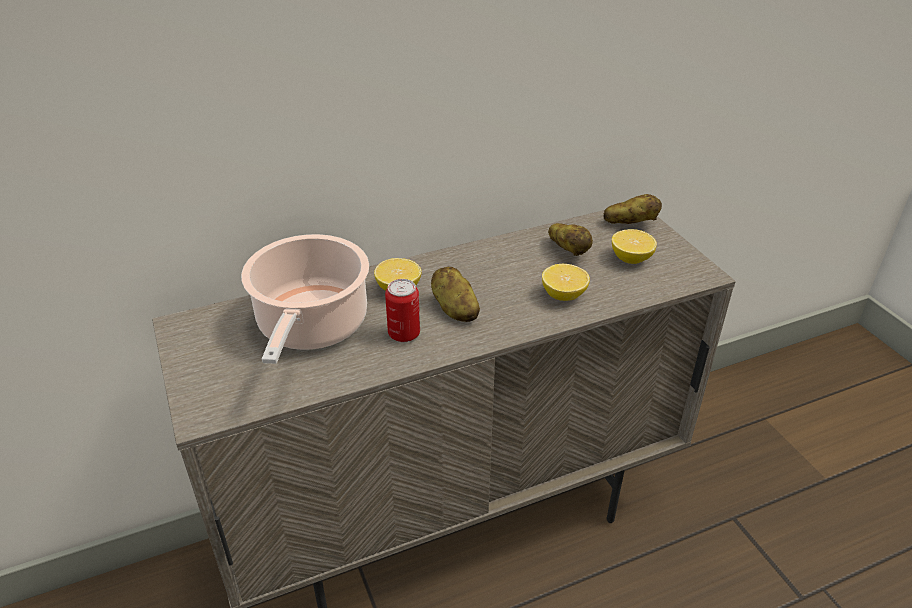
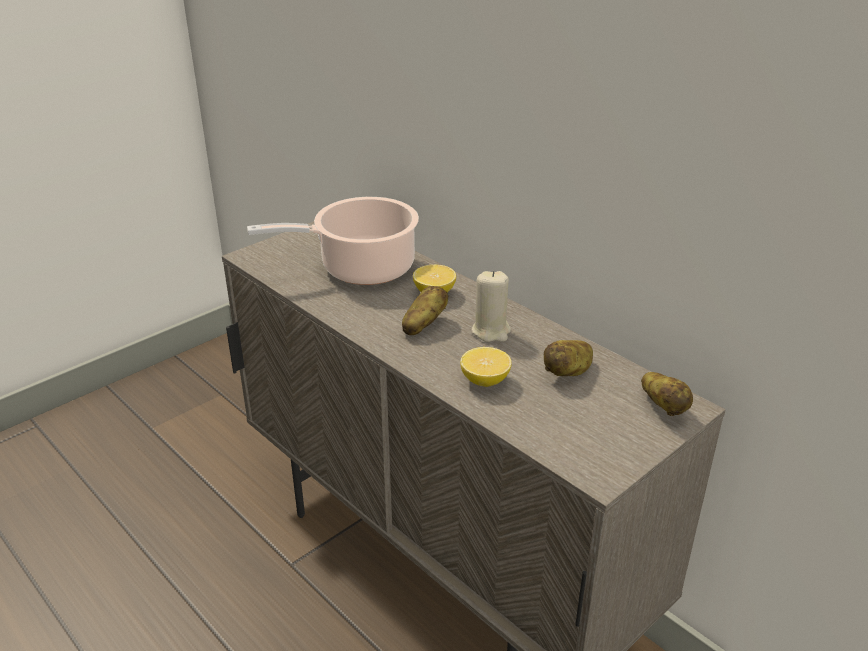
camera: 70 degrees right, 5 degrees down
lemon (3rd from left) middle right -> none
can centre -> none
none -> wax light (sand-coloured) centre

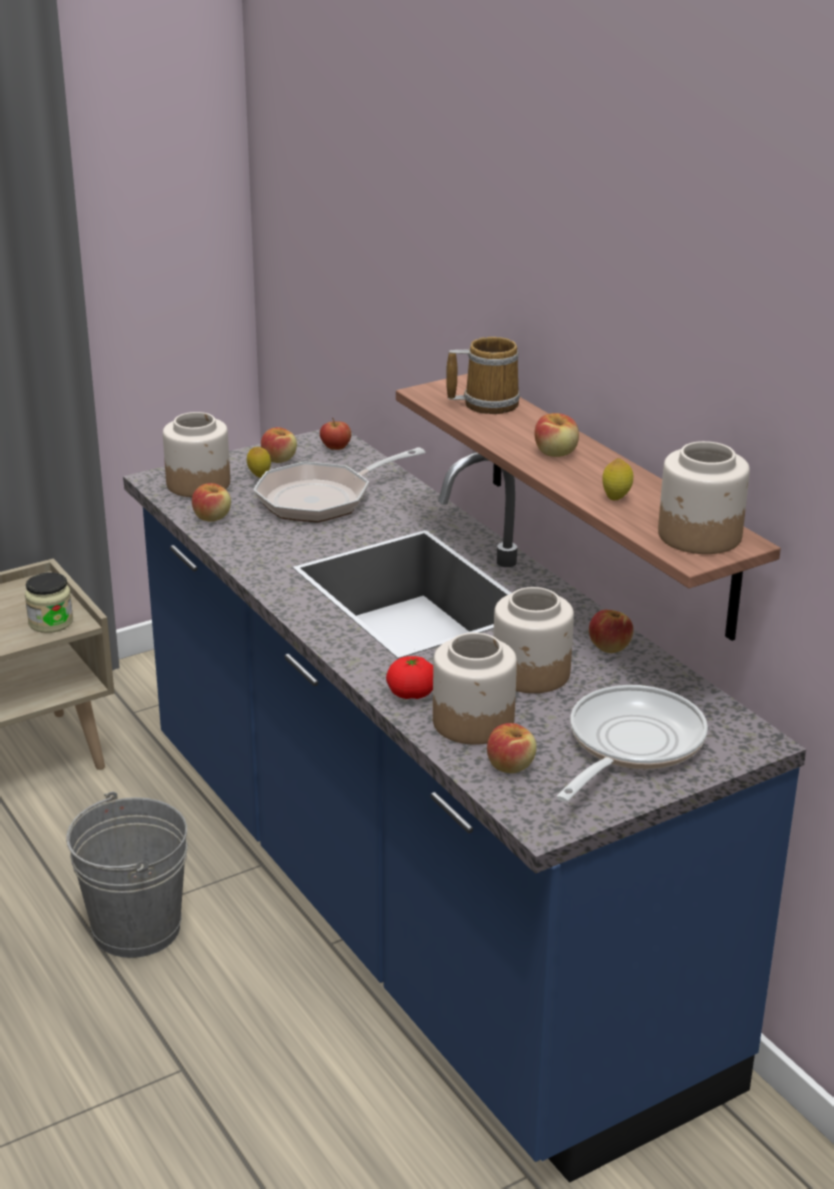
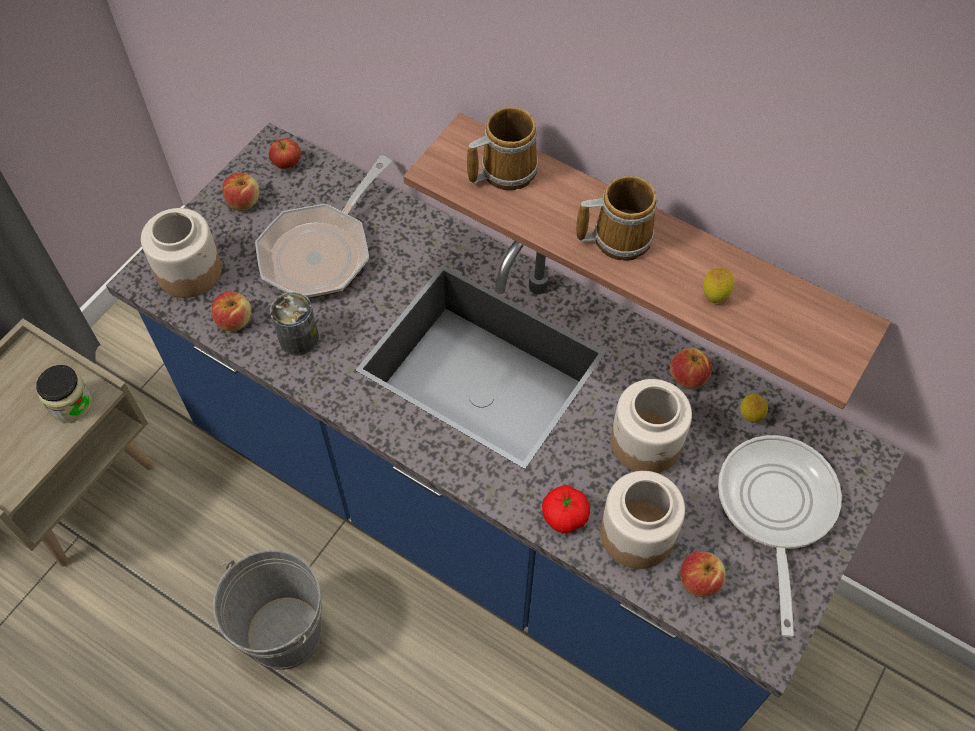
camera: 25 degrees left, 30 degrees up
whole apple (5th from left) middle right -> coffee mug (2nd from left) top centre
jar (5th from left) middle right -> none
lemon (1st from left in the first image) middle left -> lemon (2nd from left) middle right, move
none -> can middle left

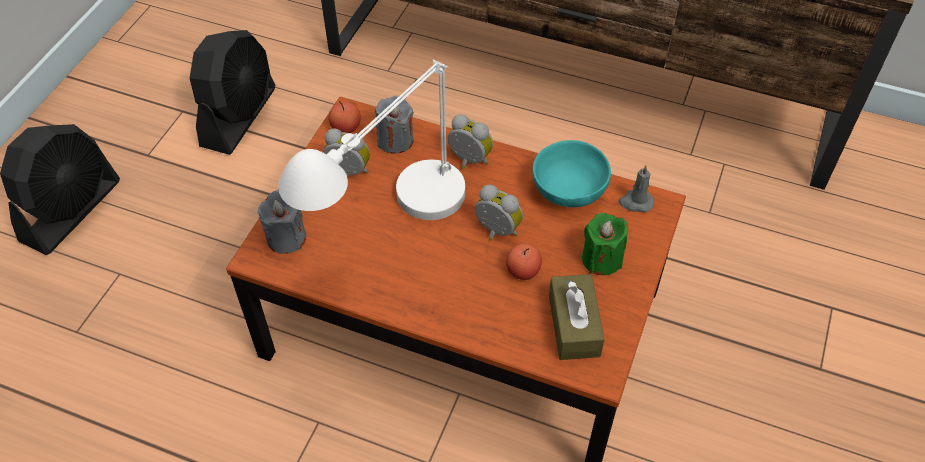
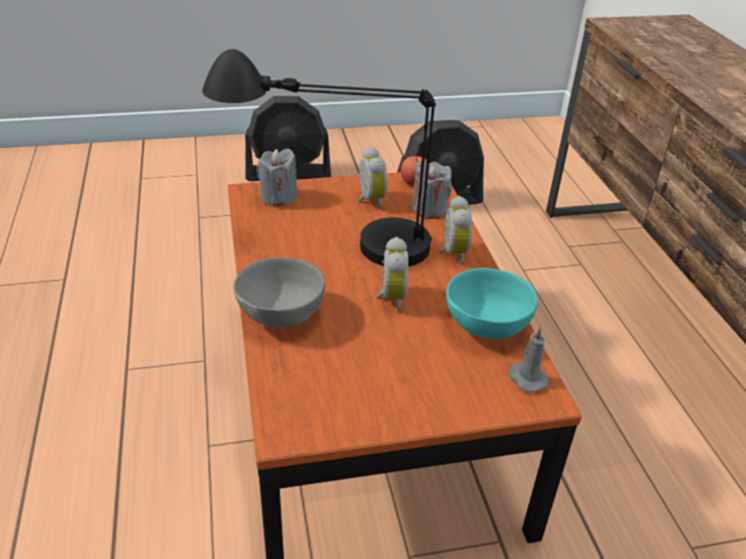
camera: 55 degrees right, 15 degrees down
table lamp (white) top centre -> table lamp (blackish) top centre
wax light (green) centre -> none
whole apple (2nd from left) centre -> none
tissue holder (brownish) bottom centre -> none
none -> bowl (gray) centre

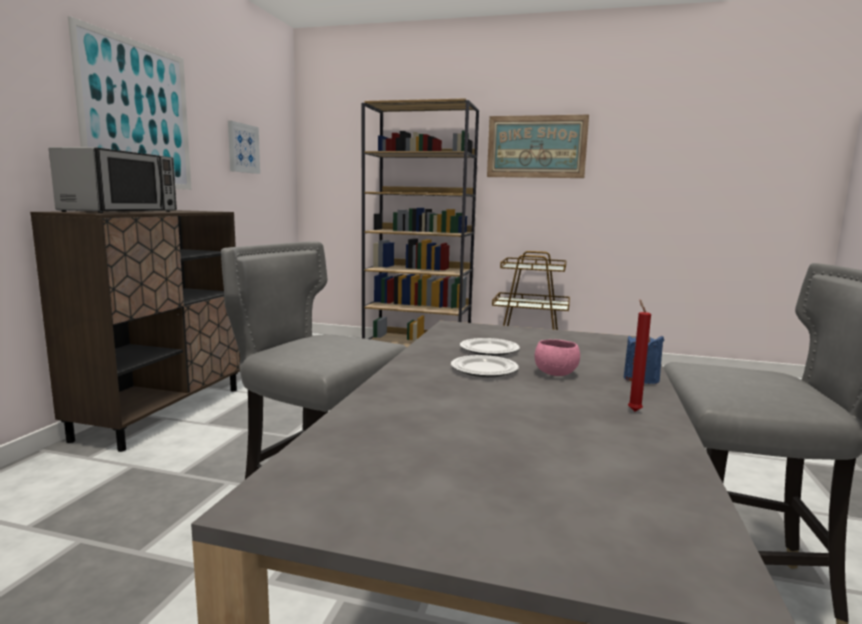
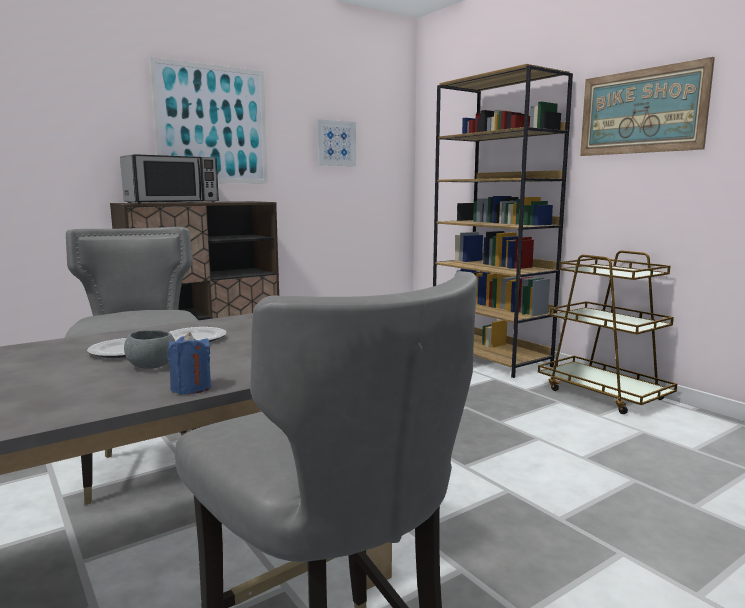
camera: 40 degrees right, 0 degrees up
wax light (reddish) middle right -> none
bowl (pink-coloured) centre -> bowl (gray) middle left

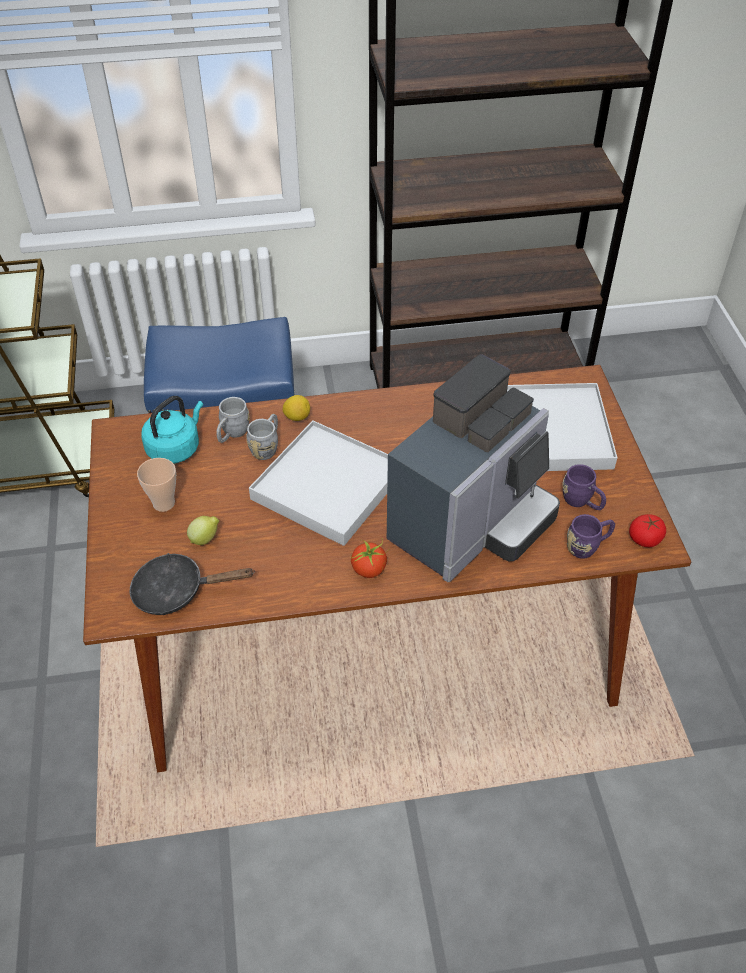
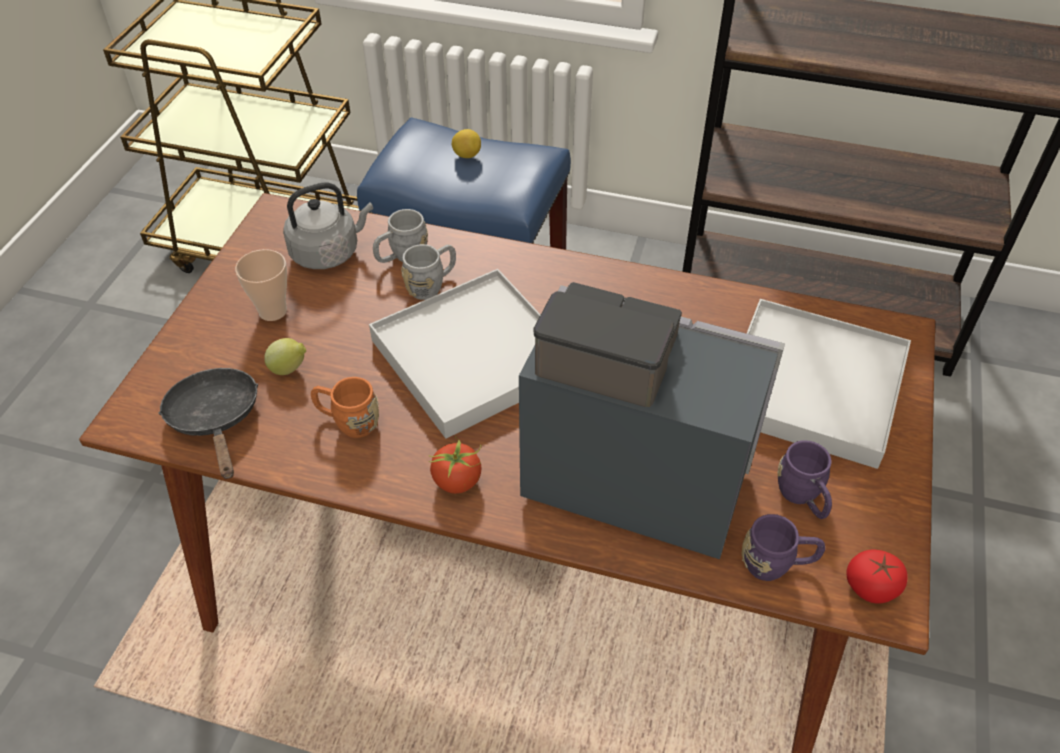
camera: 25 degrees right, 0 degrees up
coffee machine centre, 135 degrees counterclockwise
lemon (2nd from left) centre -> lemon (2nd from left) top centre, move
kettle (turquoise) middle left -> kettle (gray) top left
frying pan (blackish) middle left, 45 degrees clockwise
none -> coffee mug (orange-coloured) middle left

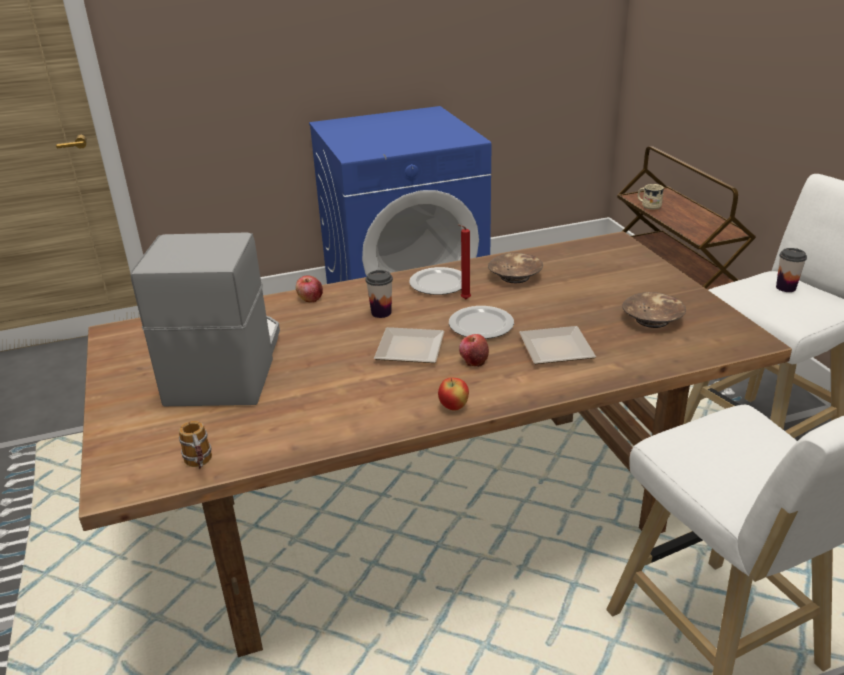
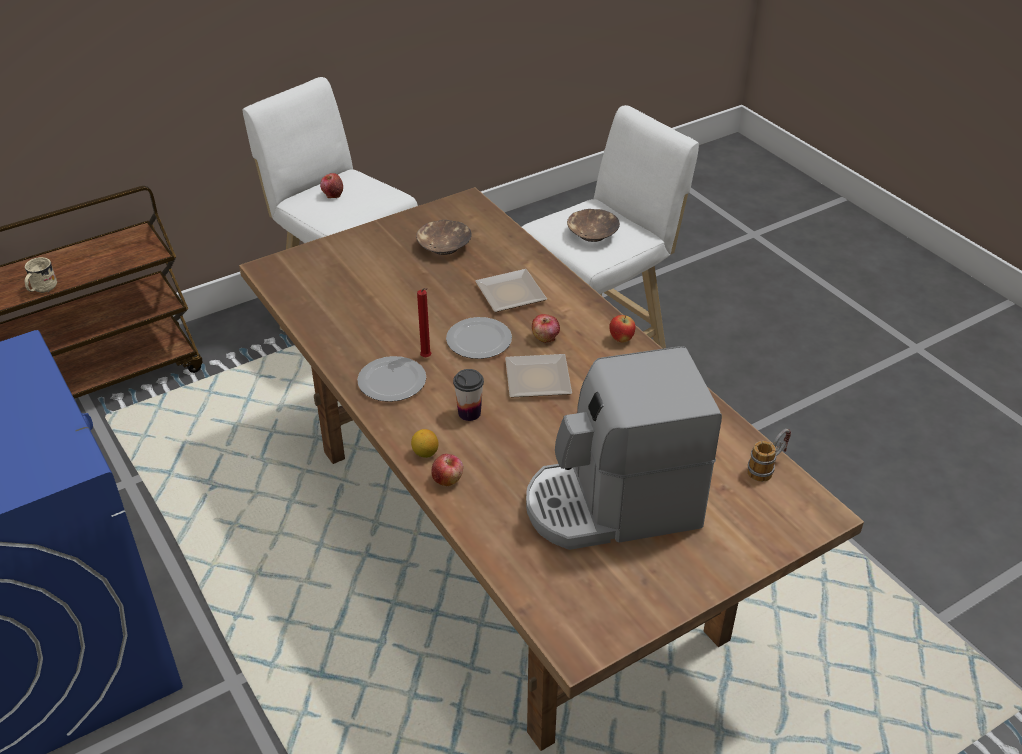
camera: 105 degrees left, 10 degrees up
cup (2nd from left) middle right -> whole apple (1st from left) top left
bowl (brownish) (1st from left in the first image) centre -> bowl (brownish) (2nd from left) top centre, move
none -> lemon centre

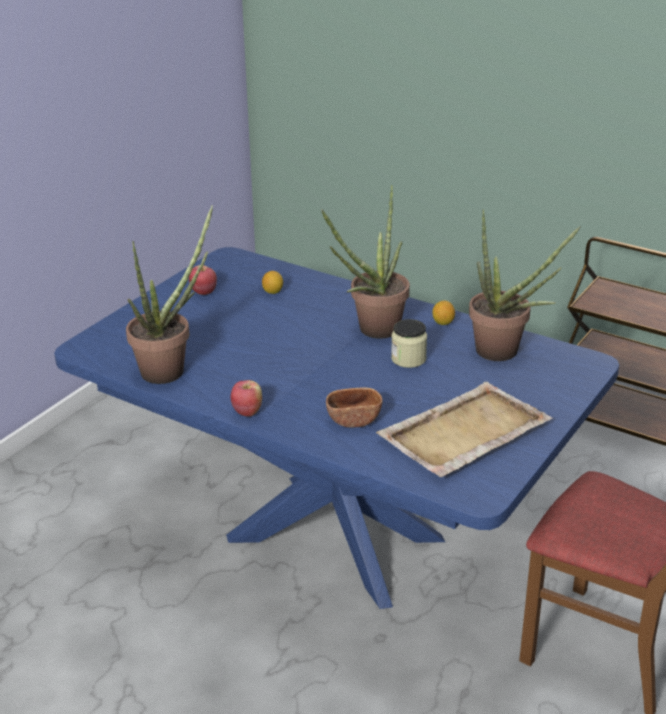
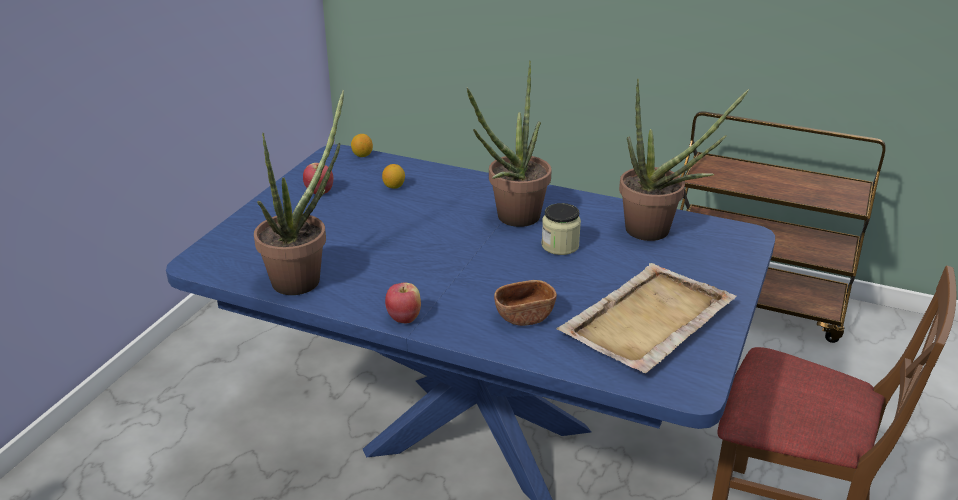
camera: 10 degrees left, 0 degrees up
lemon (2nd from left in the first image) centre -> lemon (1st from left) top centre, move

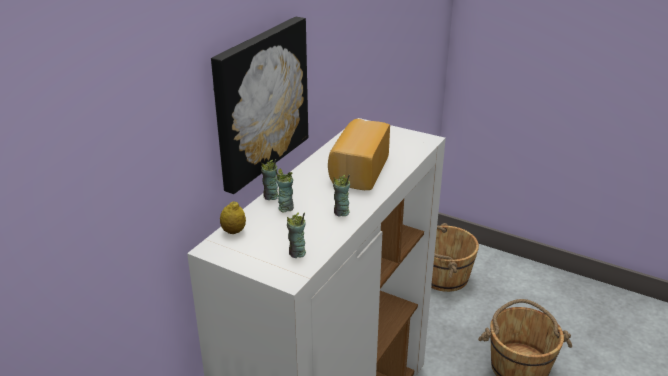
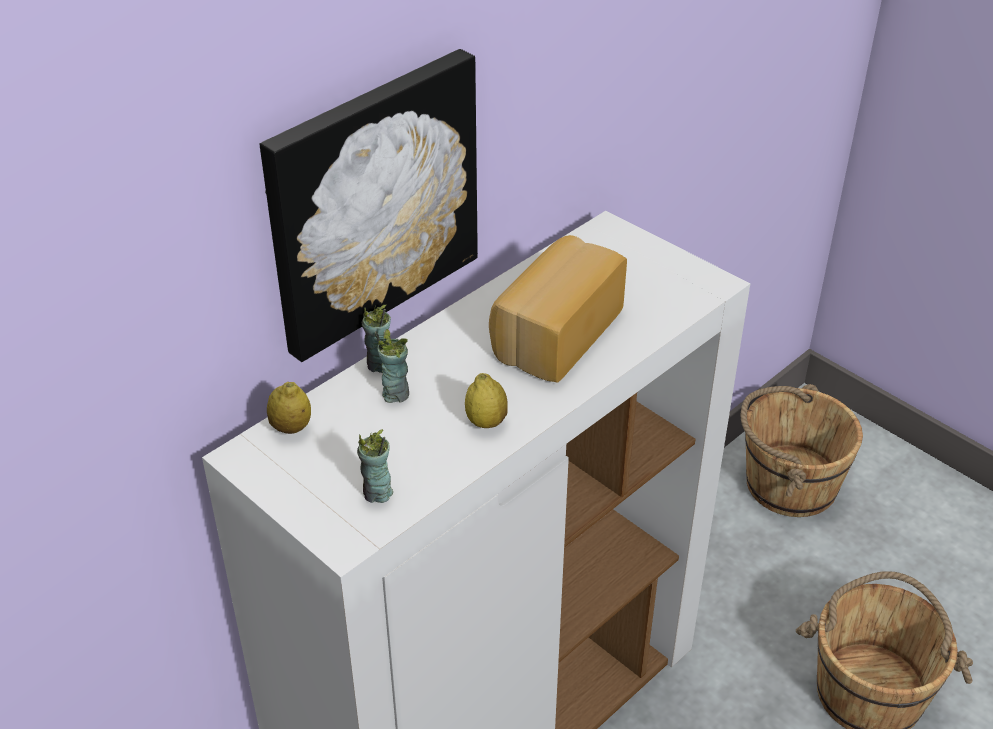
camera: 15 degrees right, 10 degrees up
cup (4th from left) centre -> lemon (2nd from left) centre

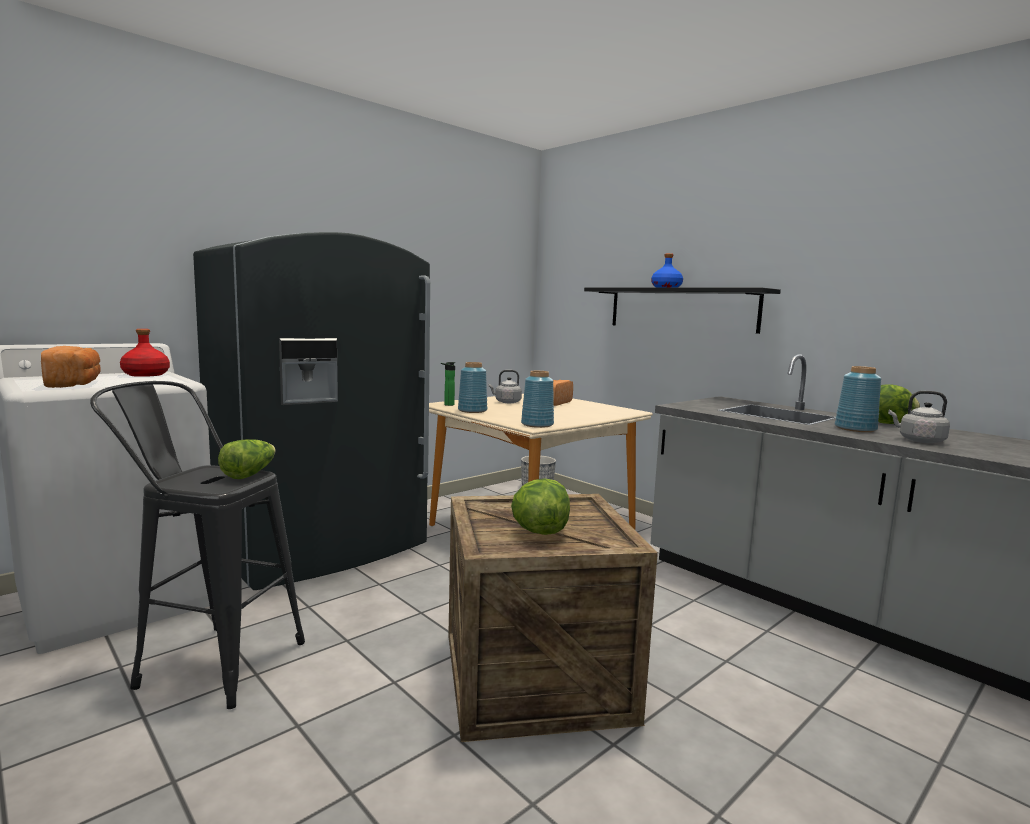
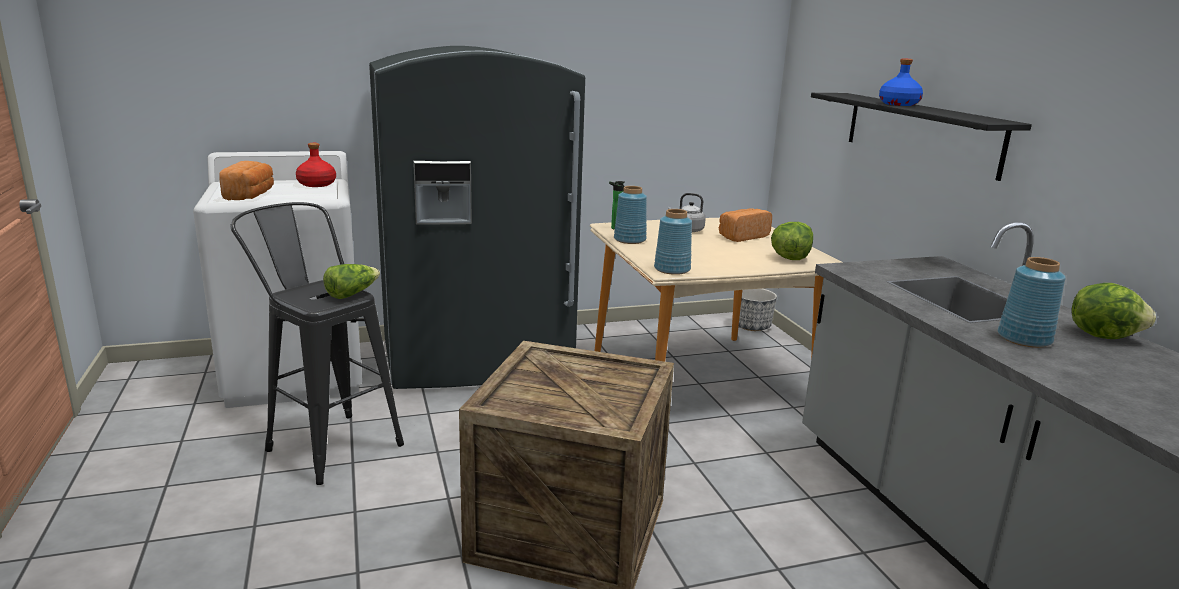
camera: 25 degrees right, 10 degrees up
kettle (gray) (2nd from left) middle right -> none
lettuce head (2nd from left) centre -> lettuce head (2nd from left) middle right, move

